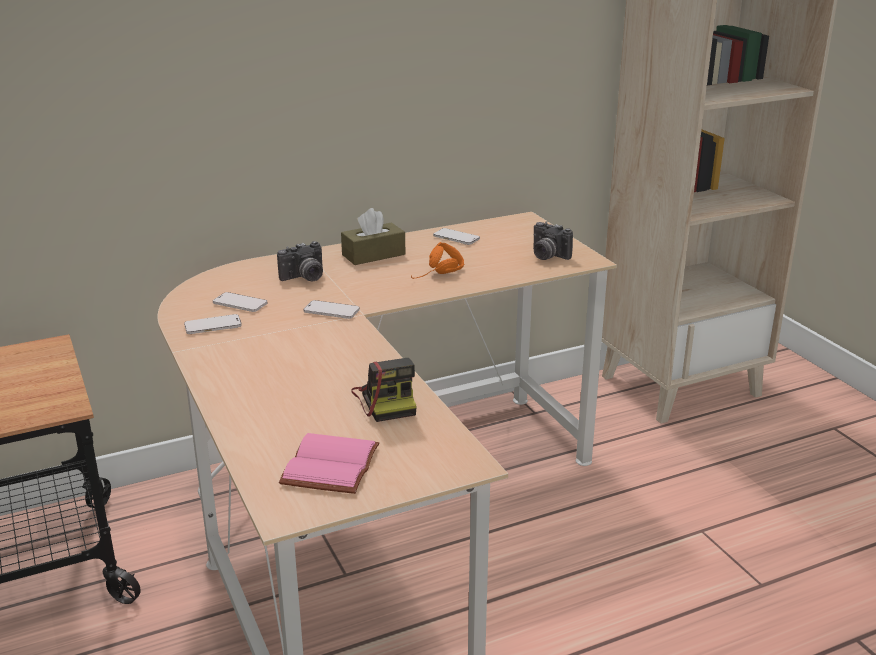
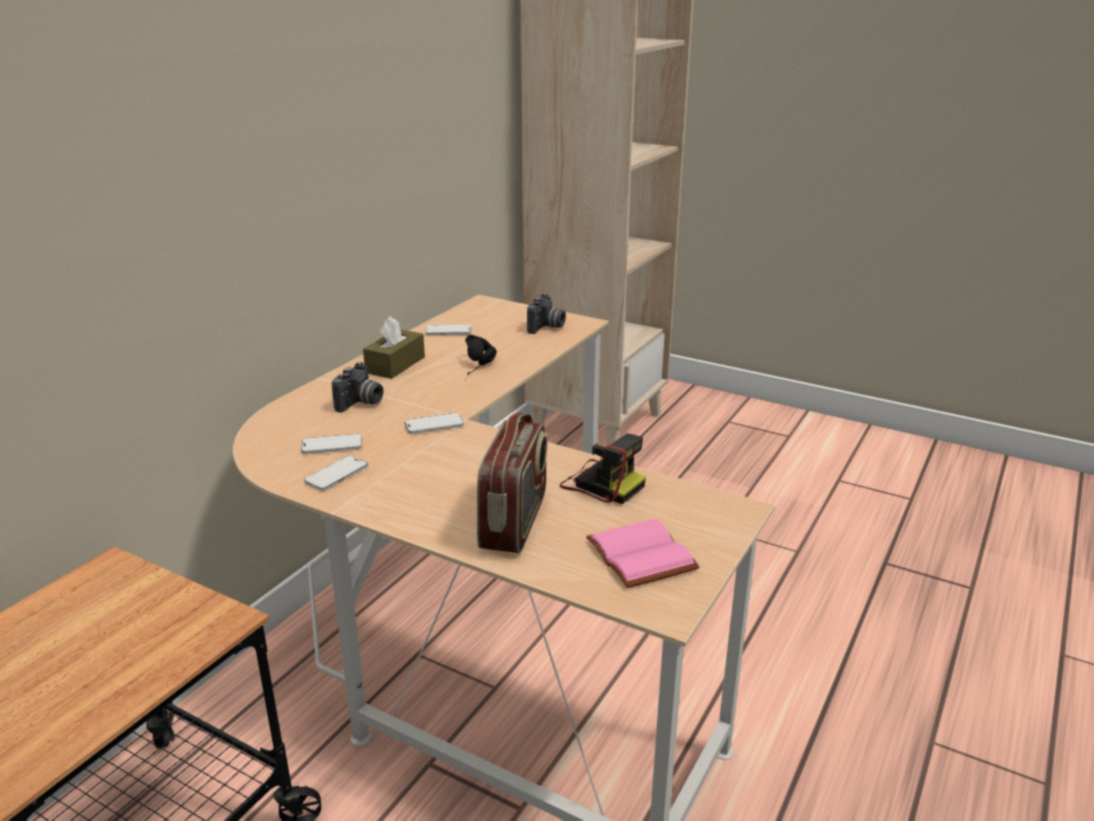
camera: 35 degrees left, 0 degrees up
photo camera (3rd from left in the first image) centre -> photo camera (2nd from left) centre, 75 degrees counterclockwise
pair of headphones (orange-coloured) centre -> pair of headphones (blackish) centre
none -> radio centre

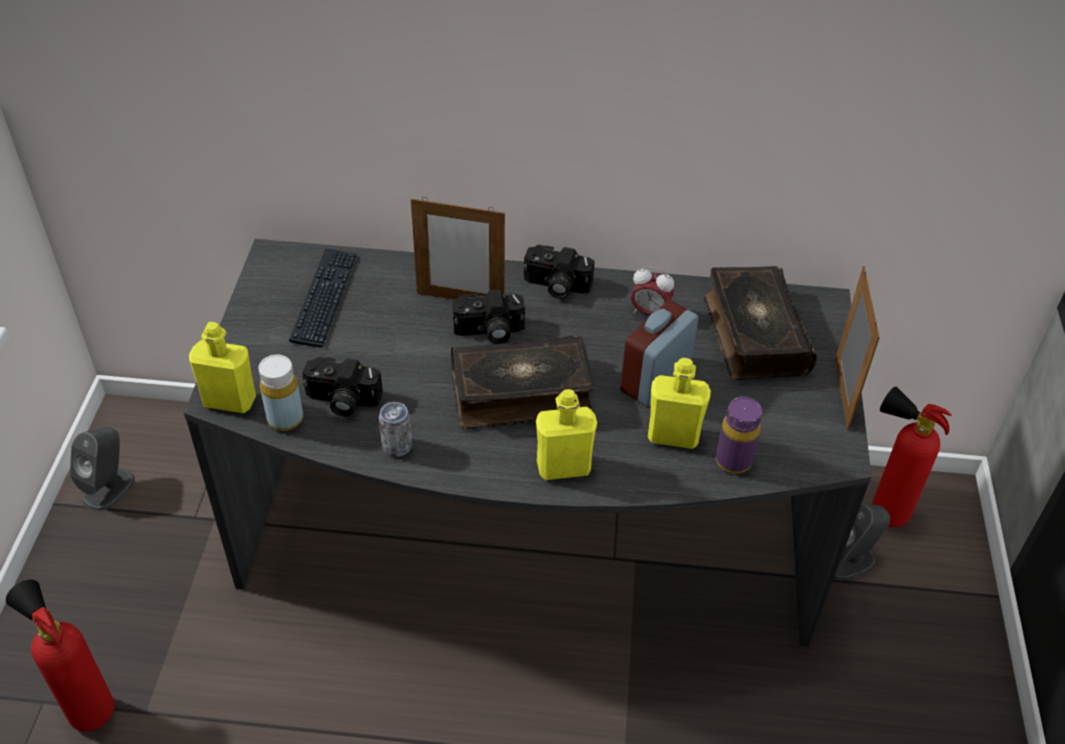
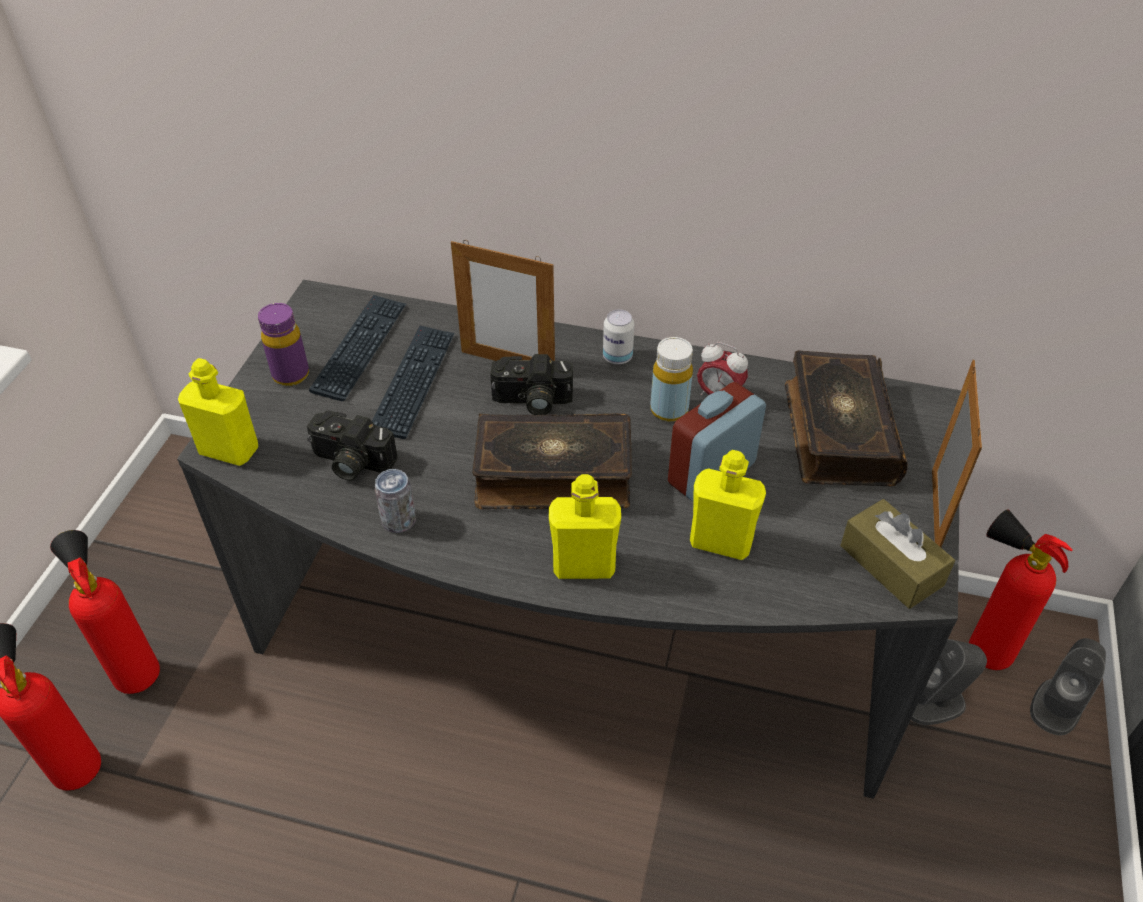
camera: 10 degrees right, 0 degrees up
photo camera (3rd from left) centre -> can (2nd from left) centre
bottle (yellowish) (2nd from left in the first image) middle left -> bottle (yellowish) (3rd from left) centre, move
bottle (purple) middle right -> bottle (purple) middle left, move
audio speaker (gray) (1st from left in the first image) middle left -> audio speaker (gray) (2nd from left) bottom right, move
none -> computer keyboard (2nd from left) centre
none -> tissue holder (brownish) middle right
none -> extinguisher (2nd from left) bottom left

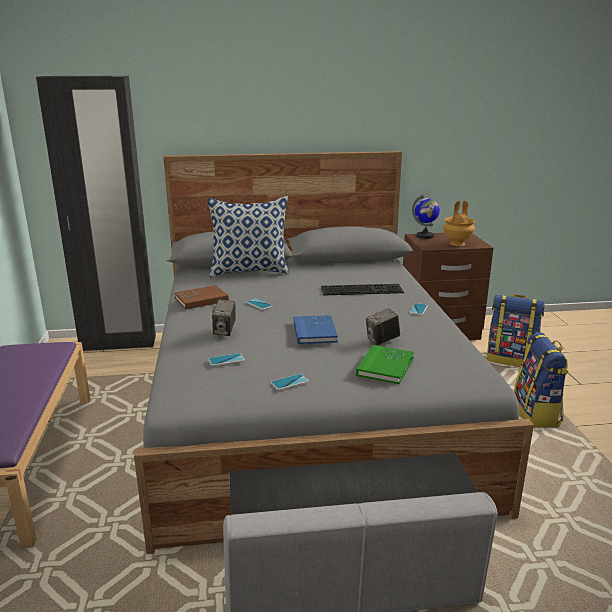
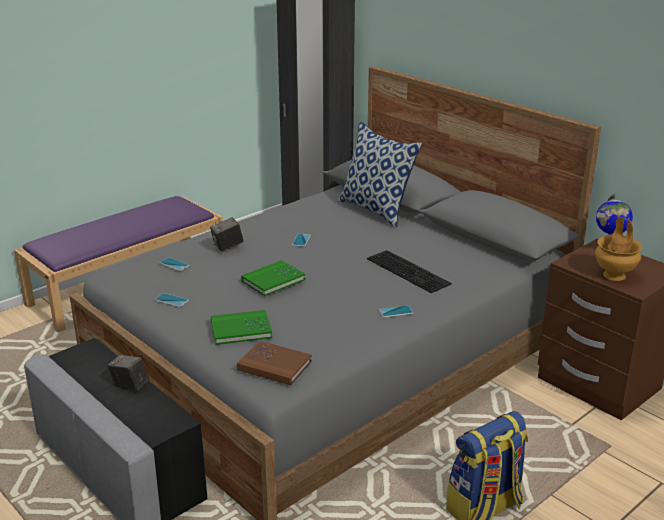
camera: 55 degrees right, 5 degrees up
book (brownish) middle left -> book (brownish) bottom centre, move
knapsack (1st from left) middle right -> none
photo camera (2nd from left in the first image) centre -> photo camera (1st from left) bottom left, move
book (blue) centre -> book (green) (2nd from left) centre

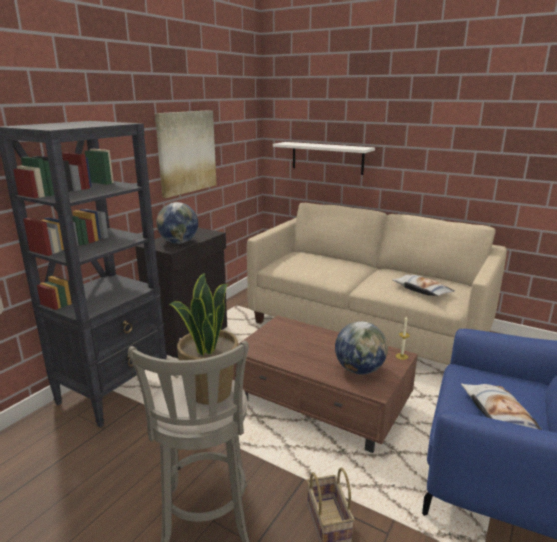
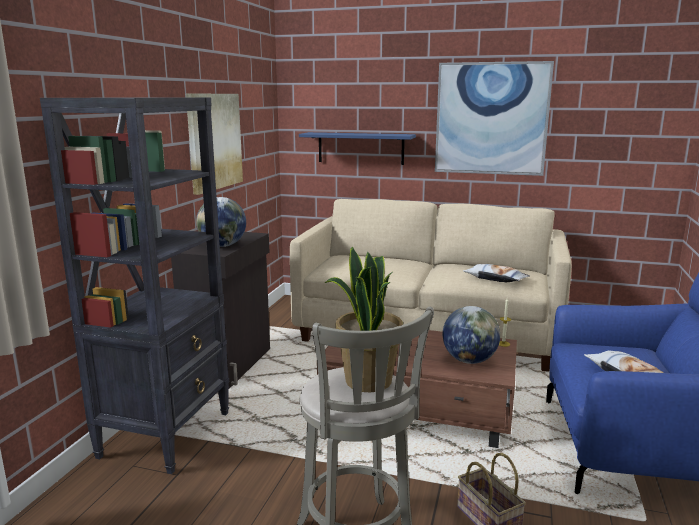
camera: 15 degrees left, 5 degrees down
wall shelf (white) top centre -> wall shelf (blue) top centre
none -> picture (2nd from left) top right

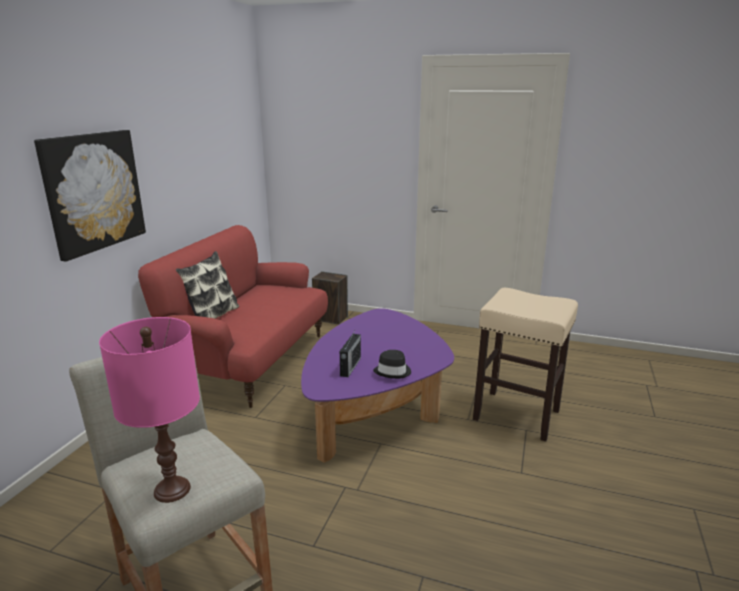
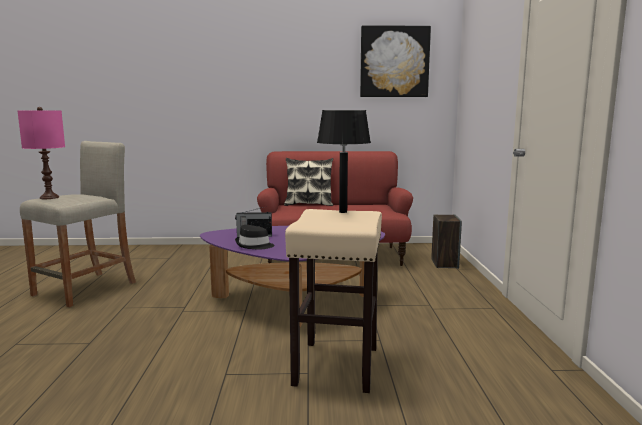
camera: 70 degrees right, 10 degrees down
picture top left -> picture top centre, move
none -> table lamp (blackish) centre

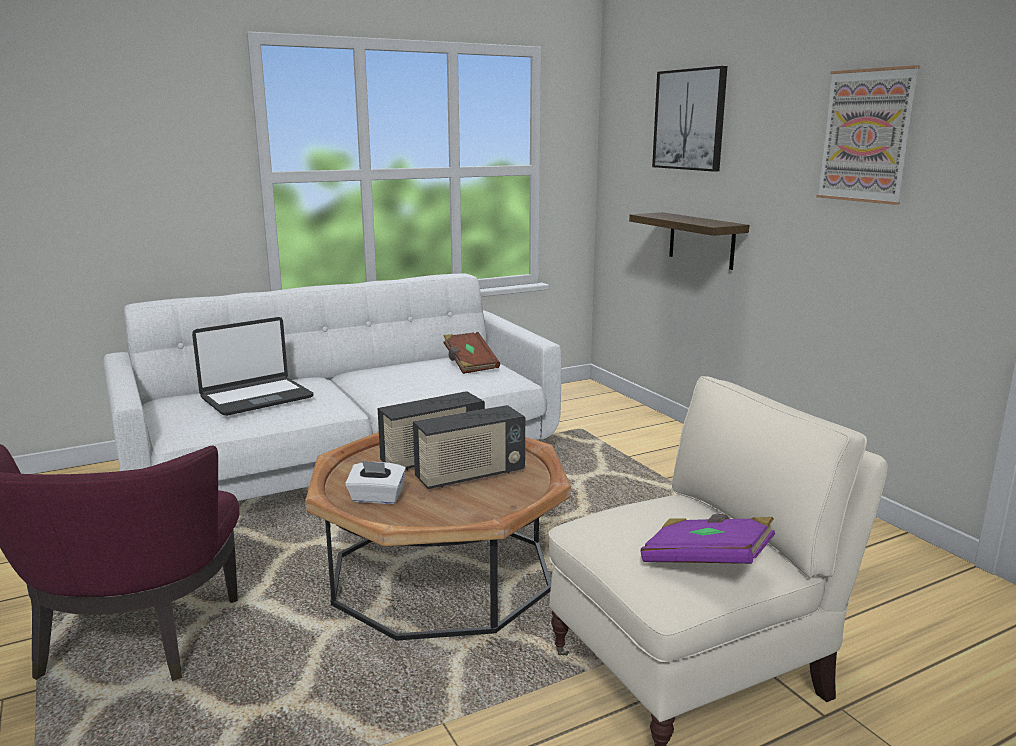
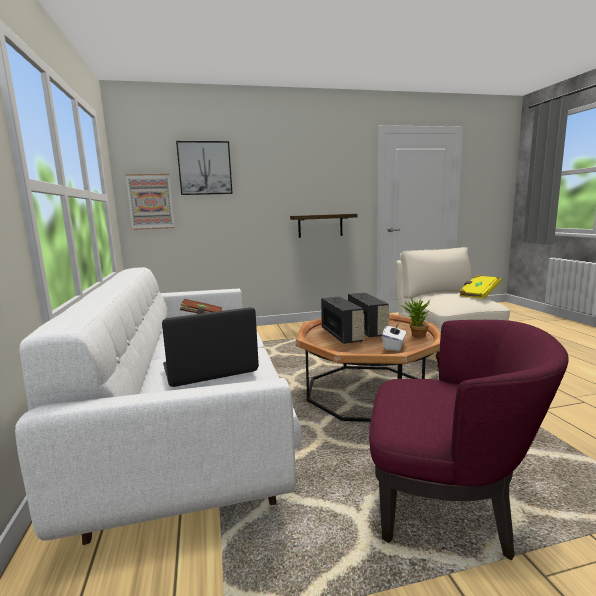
camera: 75 degrees left, 5 degrees down
picture (2nd from left in the first image) top right -> picture (1st from left) middle left, move
wall shelf top right -> wall shelf centre, move
notebook computer middle left -> notebook computer centre, 90 degrees counterclockwise
book (purple) bottom right -> book (yellowish) middle right
none -> plant in a pot middle right

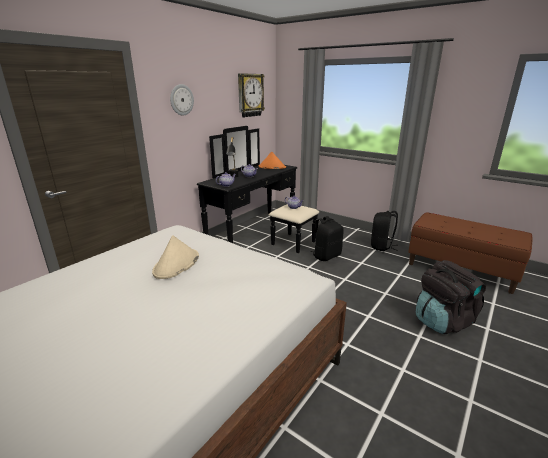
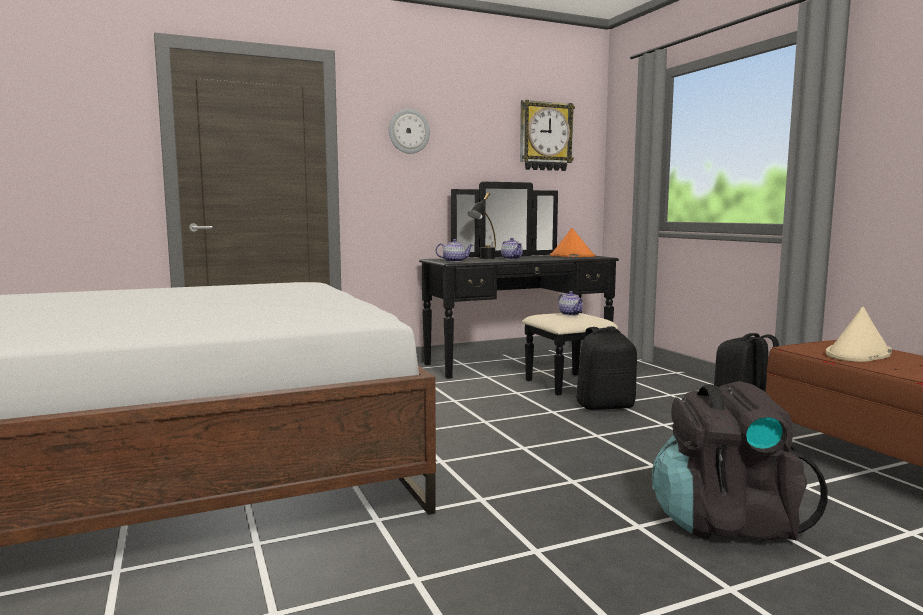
camera: 30 degrees right, 15 degrees down
wearable hat (sand-coloured) middle left -> wearable hat (sand-coloured) middle right, move

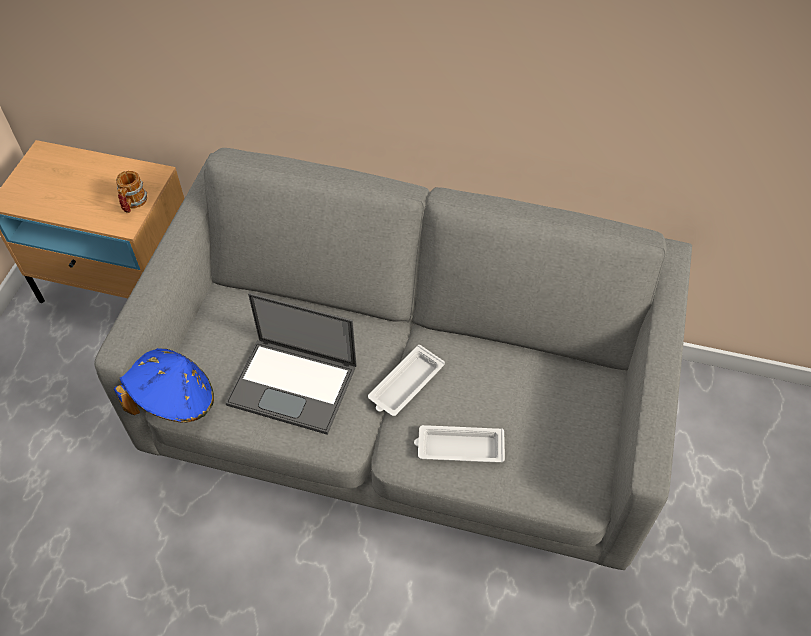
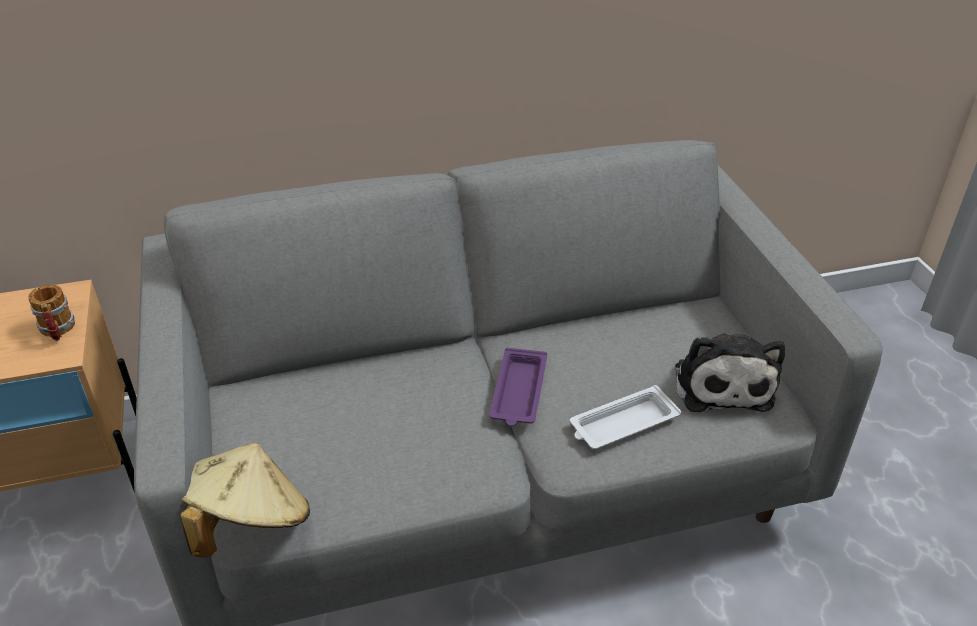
camera: 30 degrees left, 15 degrees down
notebook computer centre -> none
tray (white) (1st from left) centre -> tray (purple) centre
wearable hat (blue) middle left -> wearable hat (sand-coloured) bottom left
none -> soft toy middle right

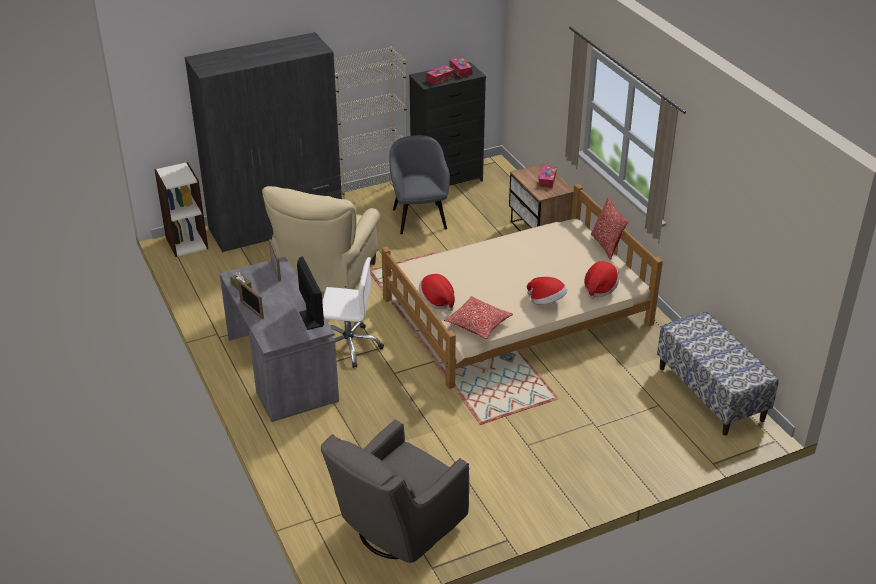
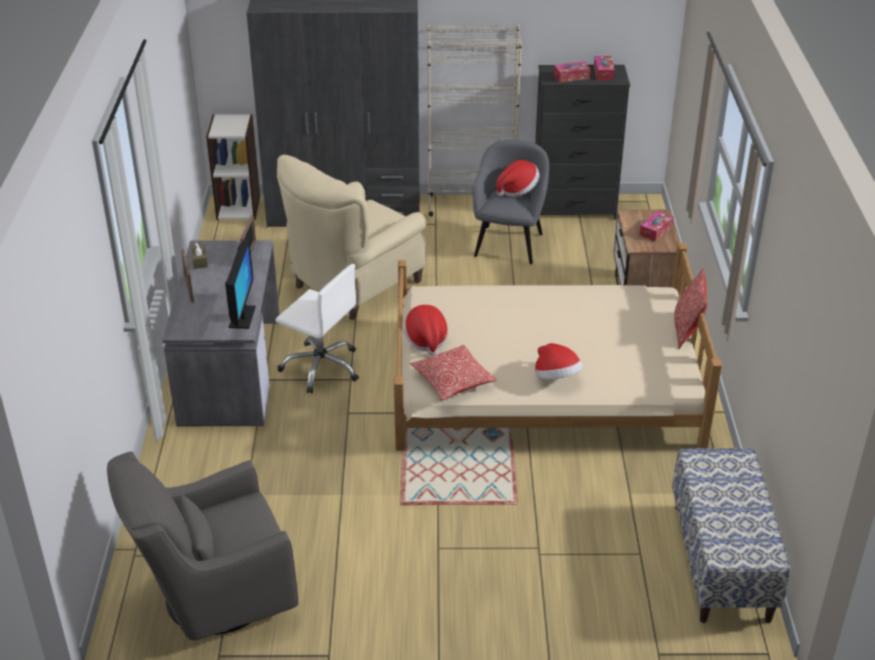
camera: 25 degrees right, 0 degrees up
wearable hat (3rd from left in the first image) middle right -> wearable hat (2nd from left) top centre, move

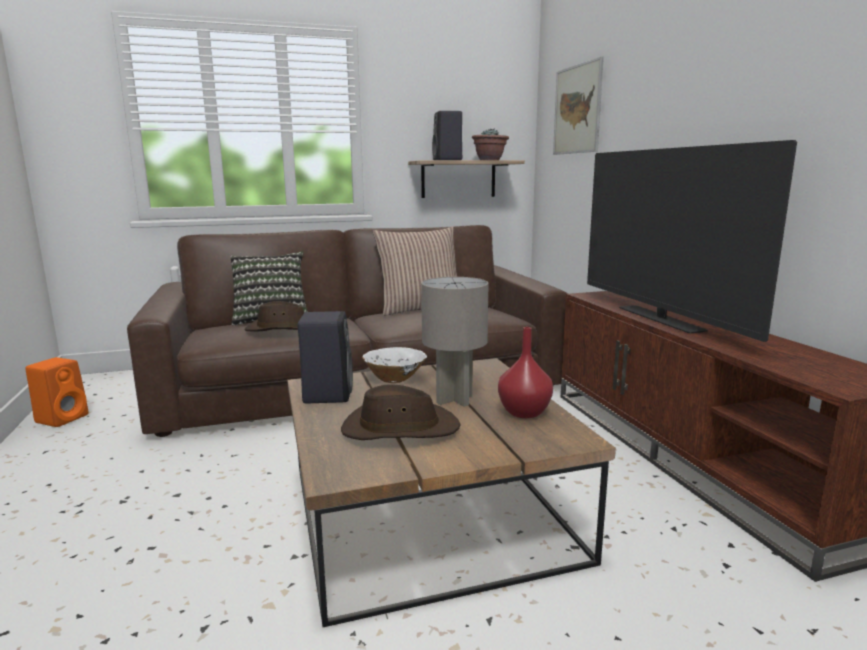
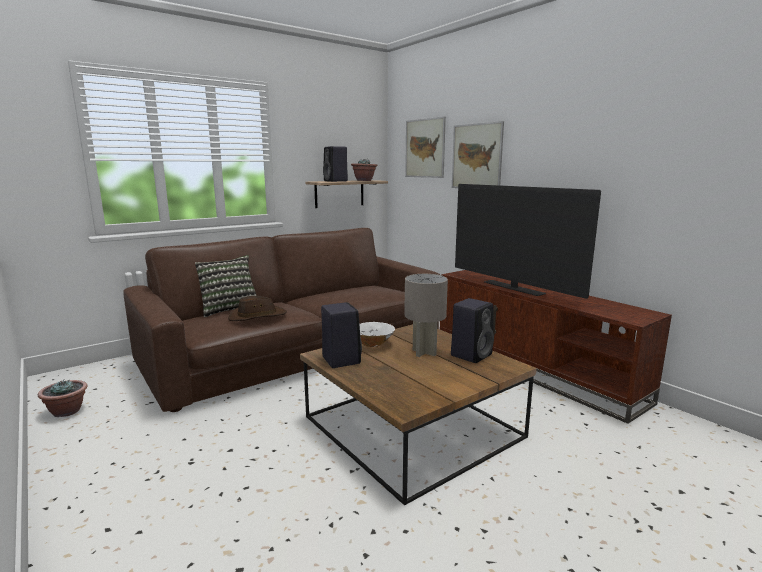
camera: 20 degrees left, 0 degrees up
cushion (2nd from left) centre -> none
decorative vase (reddish) centre -> audio speaker (blackish) (3rd from left) centre
audio speaker (orange-coloured) middle left -> plant in a pot (1st from left) bottom left
wearable hat (brownish) (2nd from left) centre -> none
none -> picture (2nd from left) top centre

